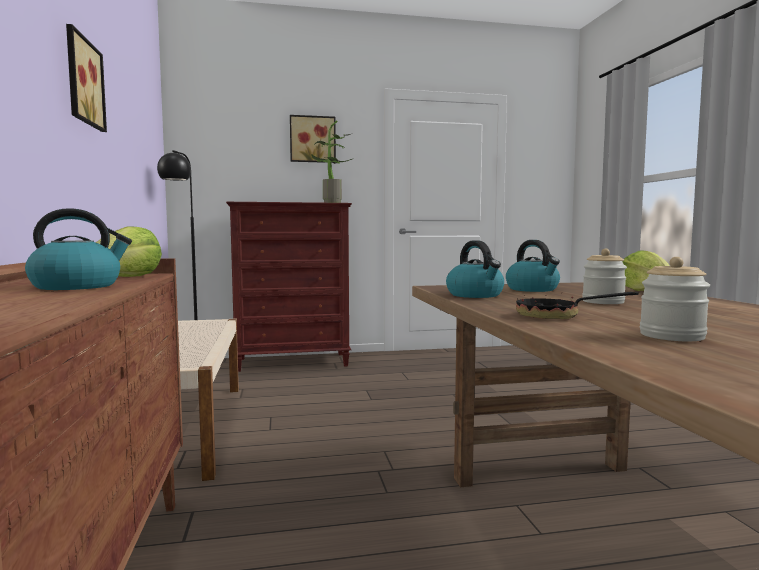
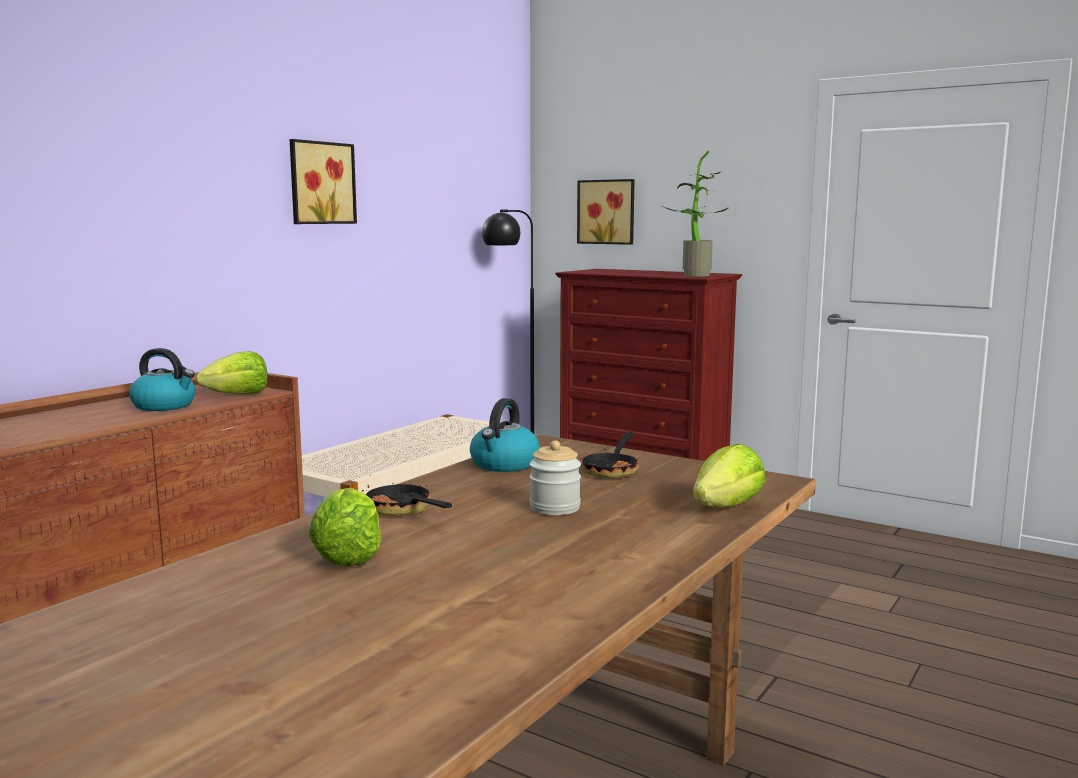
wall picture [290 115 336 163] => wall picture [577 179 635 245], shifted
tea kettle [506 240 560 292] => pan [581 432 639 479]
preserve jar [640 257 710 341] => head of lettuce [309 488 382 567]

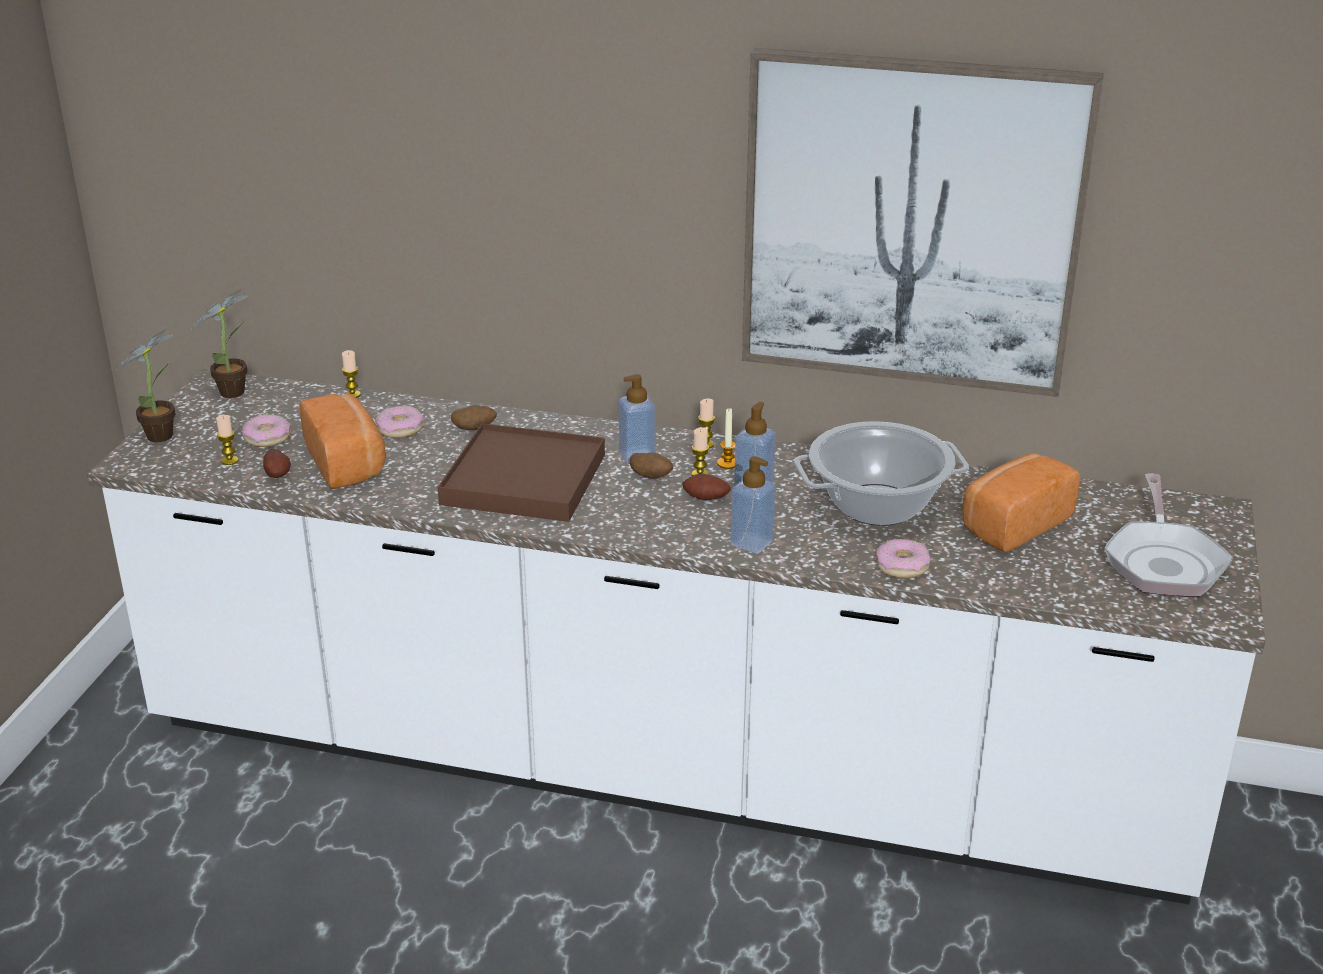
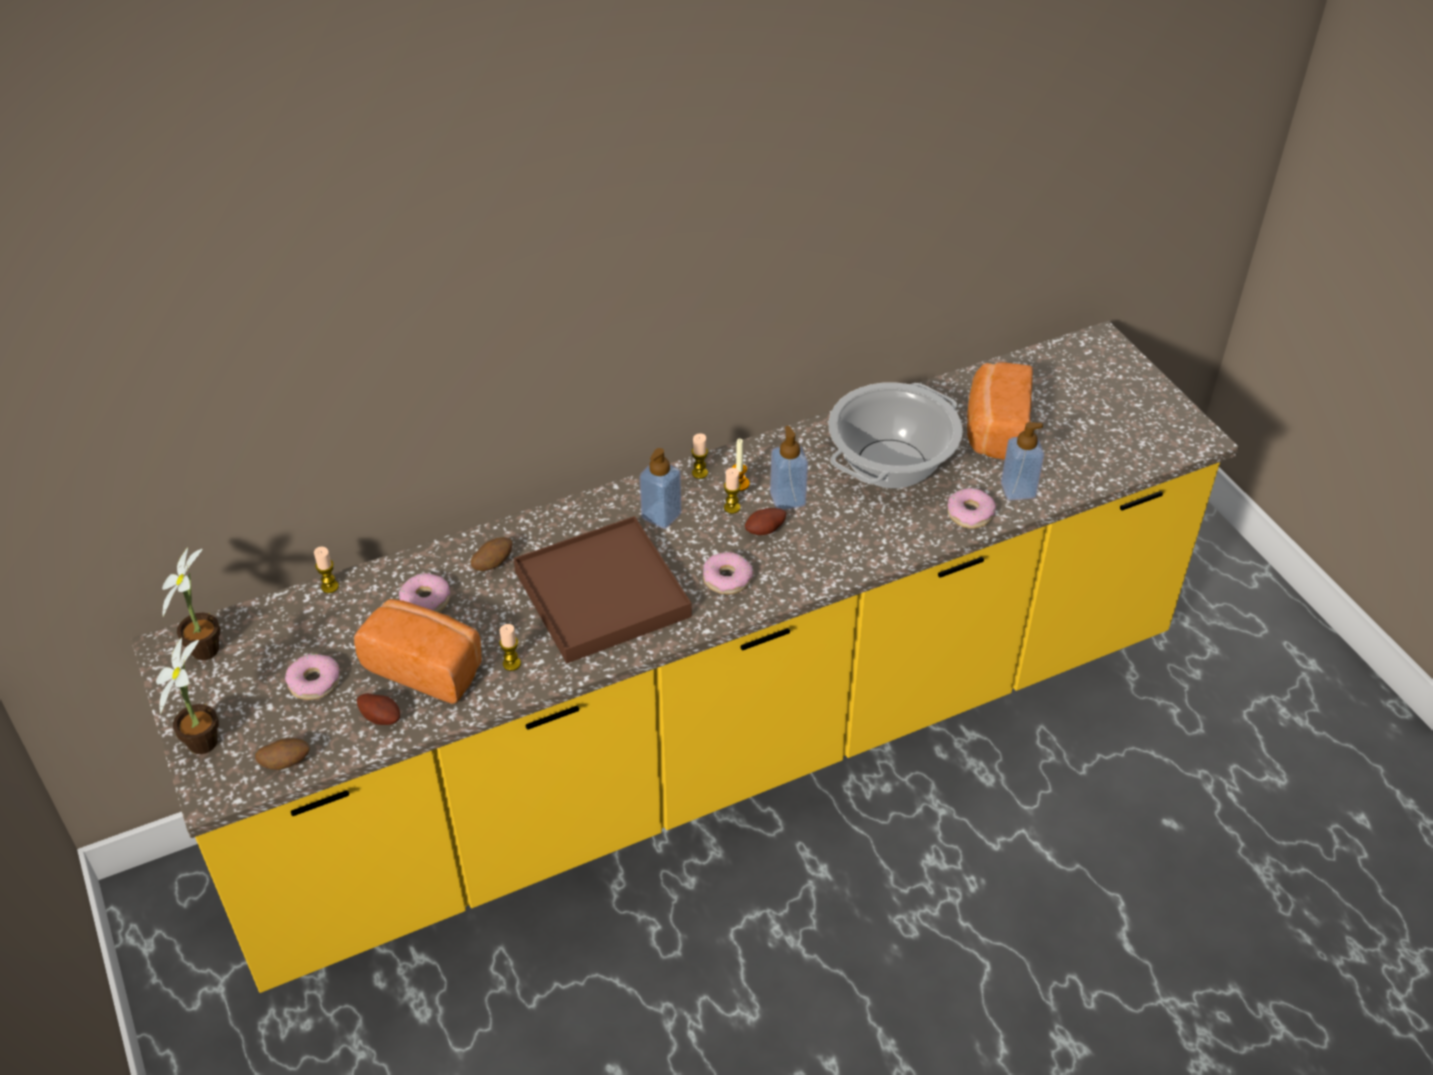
wall picture [742 48 1104 397] => nothing
whitish counter [87 369 1265 905] => yellow counter [131 321 1239 993]
wax candle [216 415 238 465] => wax candle [499 624 521 671], shifted
spud [630 452 673 479] => spud [255 738 310 770], shifted
liquid soap bottle [730 456 776 554] => liquid soap bottle [1001 422 1044 500], shifted
pan [1104 473 1233 596] => nothing
nothing => doughnut [703 552 753 595]

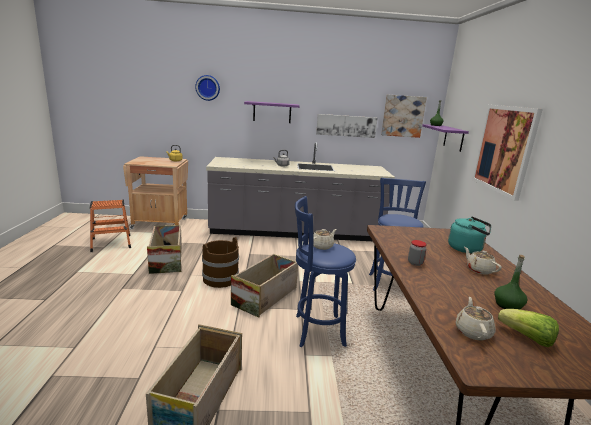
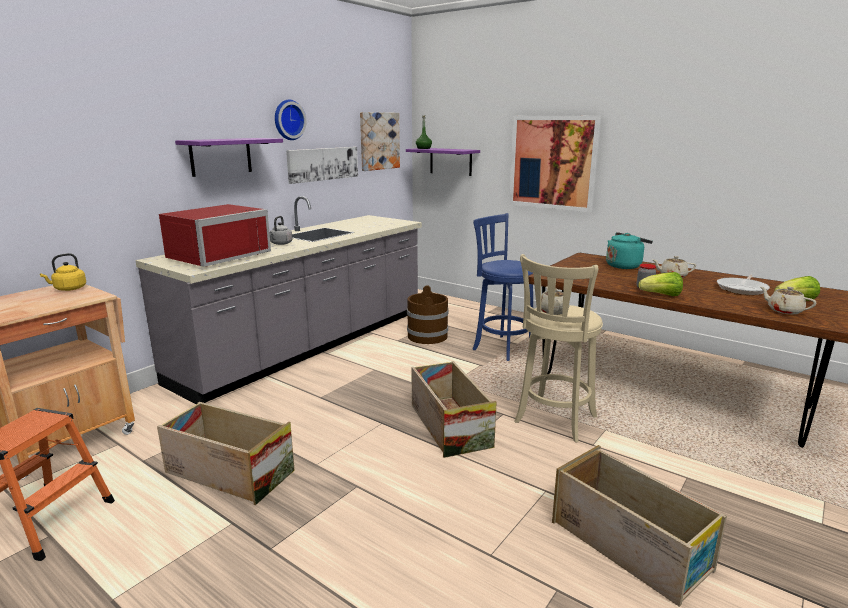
hanging clock [195 75 220 101] => hanging clock [275 100 307 140], shifted
blue sitting stool [295 196 356 347] => beige sitting stool [514 254 603 443]
brownish pail [202 237 239 288] => brownish pail [407 286 449 344], shifted
greenish bottle [494 255 527 310] => pan [717 275 770 295]
nothing => red-coloured kitchen microwave [159 204 271 267]
nothing => head of lettuce [638 272 683 296]

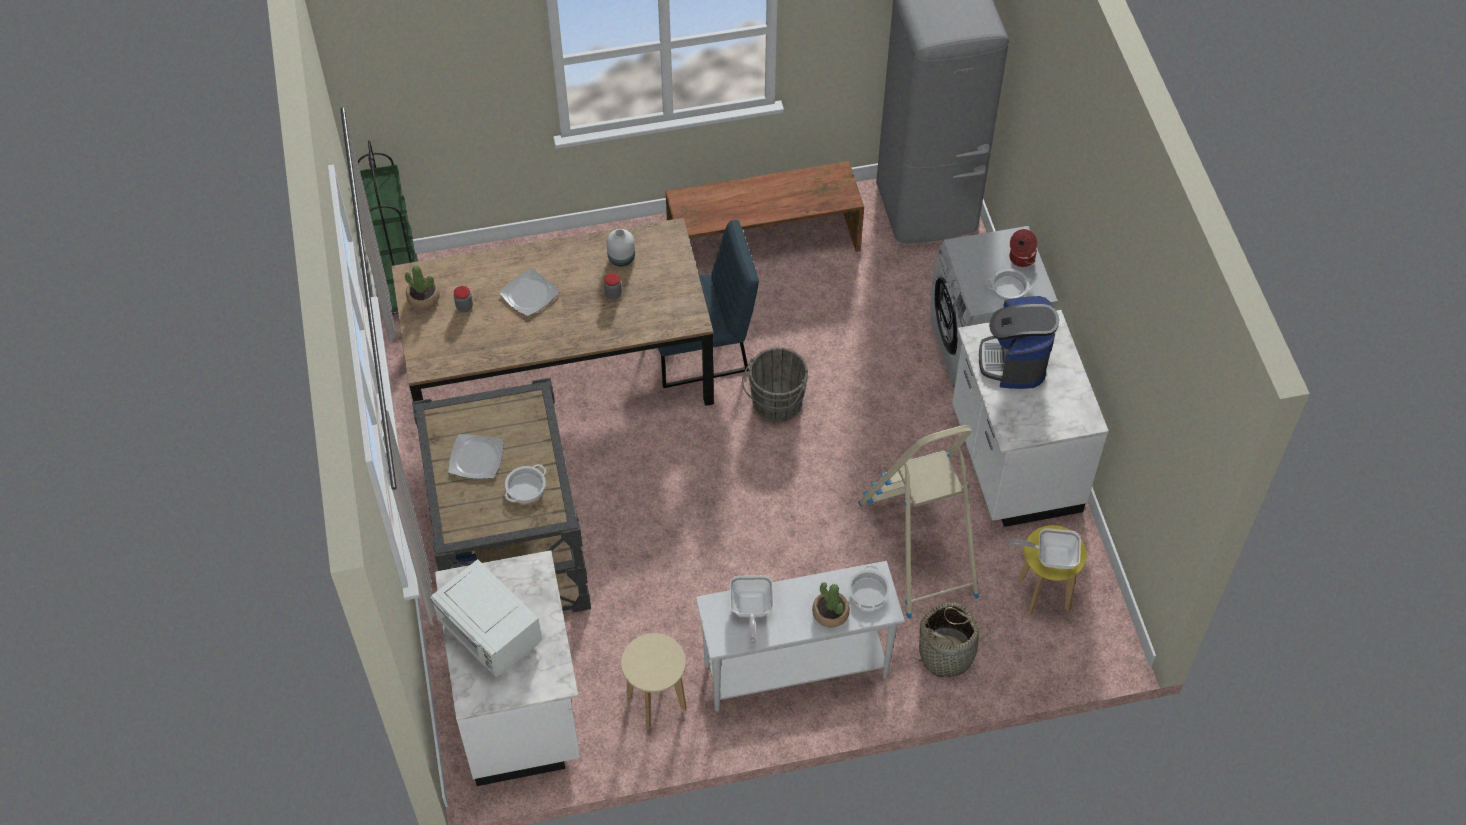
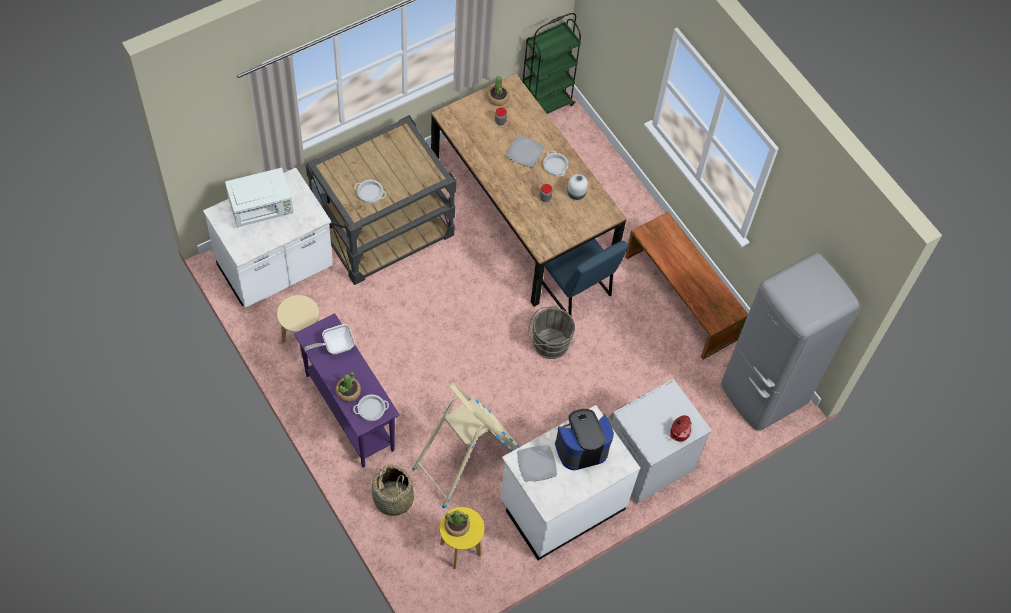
stockpot [986 269 1034 301] => stockpot [543 150 569 177], shifted
flat dish [448 434 504 479] => flat dish [517 445 557 481], shifted
pan [1008 528 1081 569] => potted plant [444 510 470 537]
whitish kitchen microwave [430 559 542 677] => whitish kitchen microwave [225 168 294 228], 135 degrees counterclockwise
whitish narrow table [696 561 905 711] => purplish narrow table [294 313 400 468]

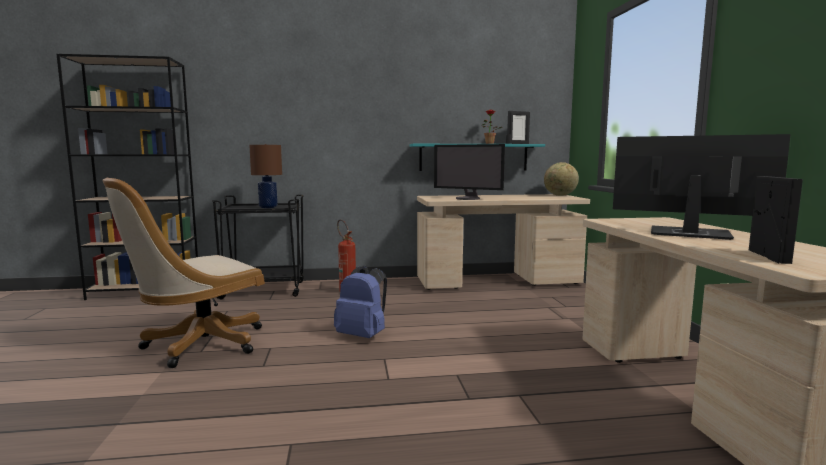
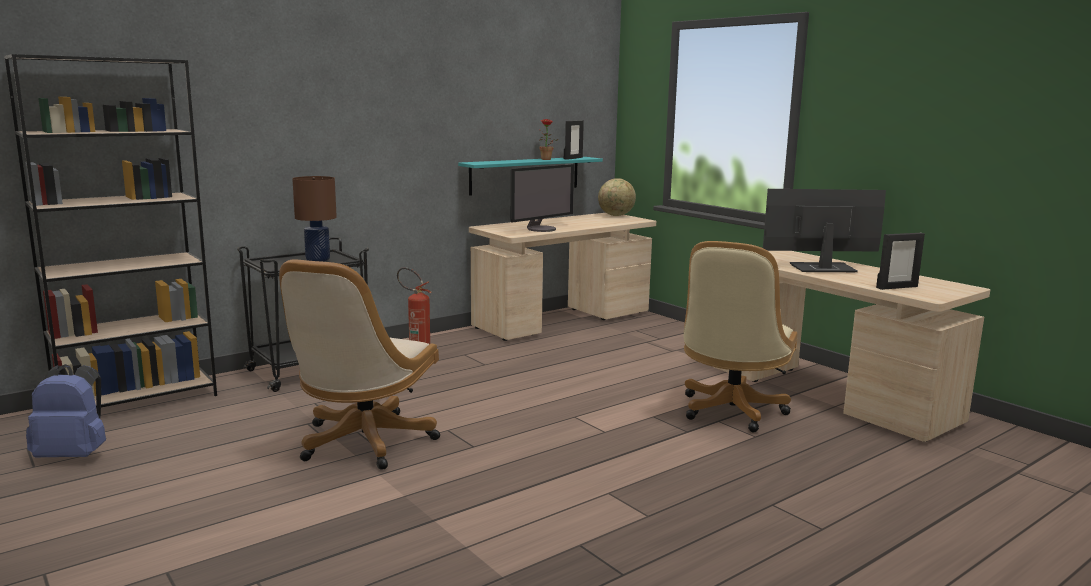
monitor [434 144 505 200] => monitor [511 164 574 232], 45 degrees counterclockwise
standing frame [749 176 803 264] => standing frame [876 233 925 290], 90 degrees clockwise
blue rucksack [334 265 387 338] => blue rucksack [26 364 106 458], shifted
nothing => beige desk chair [683 241 798 433]

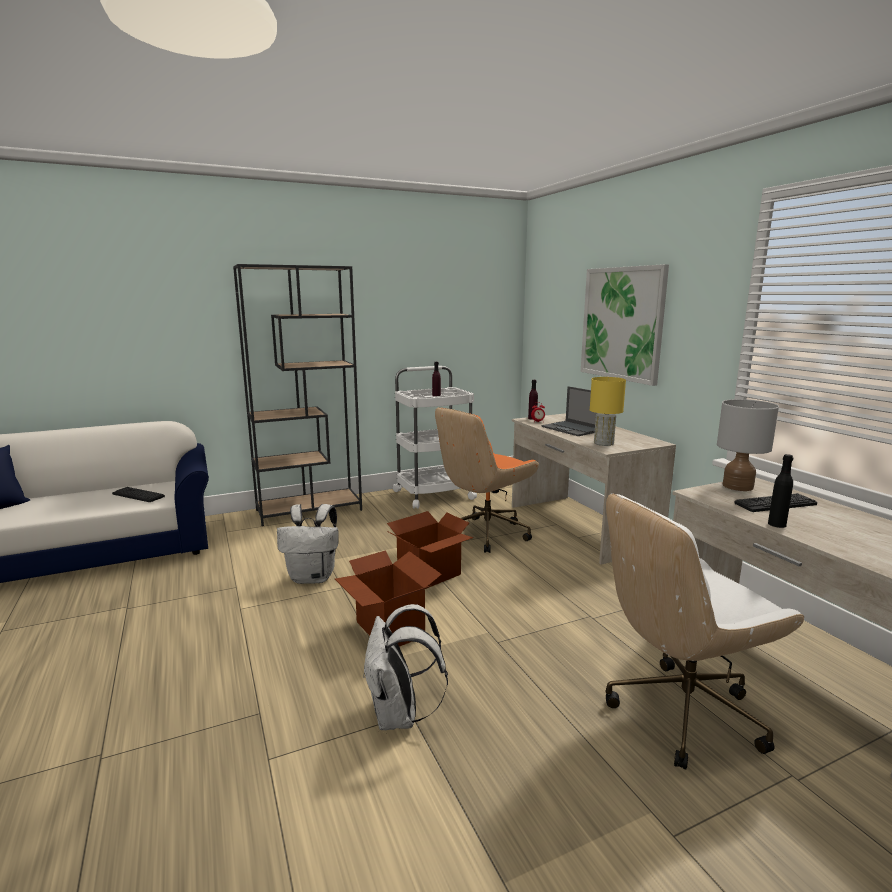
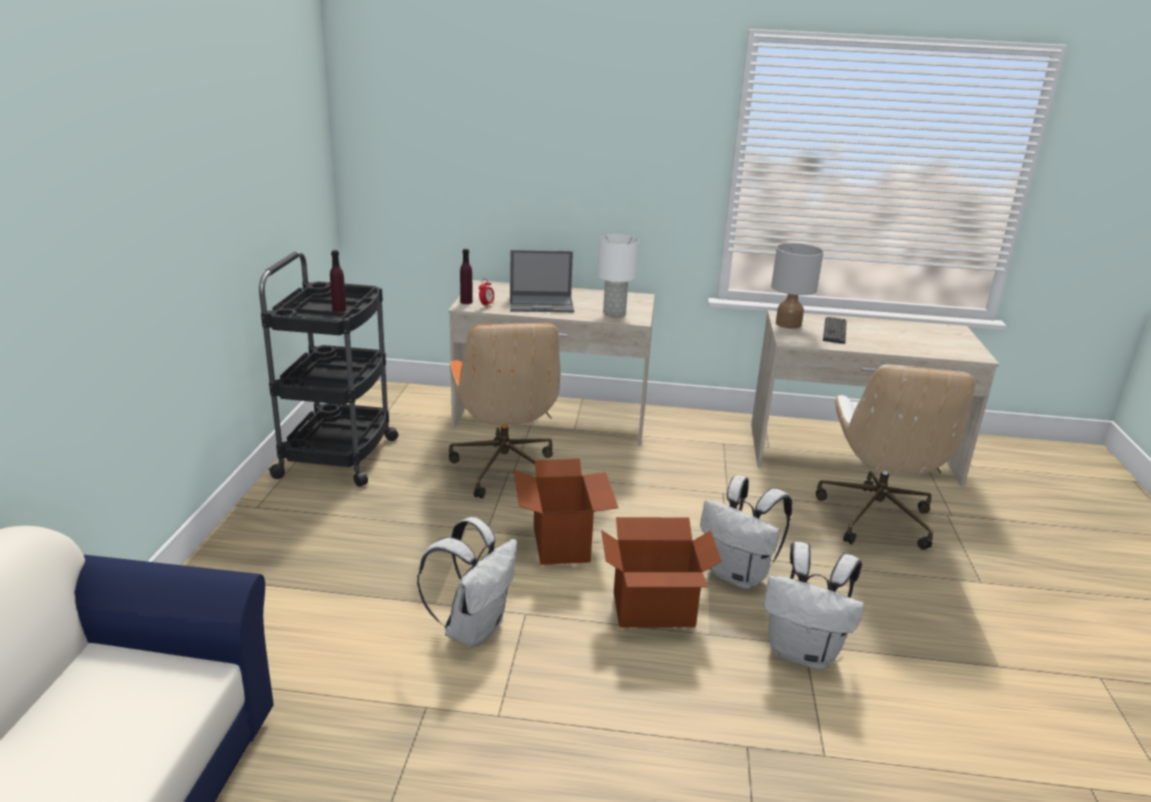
bookshelf [233 264 362 526] => nothing
wall picture [581 264 669 386] => nothing
whitish trolley [393 366 477 509] => black-coloured trolley [259 252 399 487]
yellow lamp for a table [590 377 626 446] => whitish lamp for a table [598 234 639 317]
black-coloured bottle [768 454 793 528] => nothing
computer keyboard [112 487 165 502] => nothing
nothing => whitish rucksack [700 475 792 589]

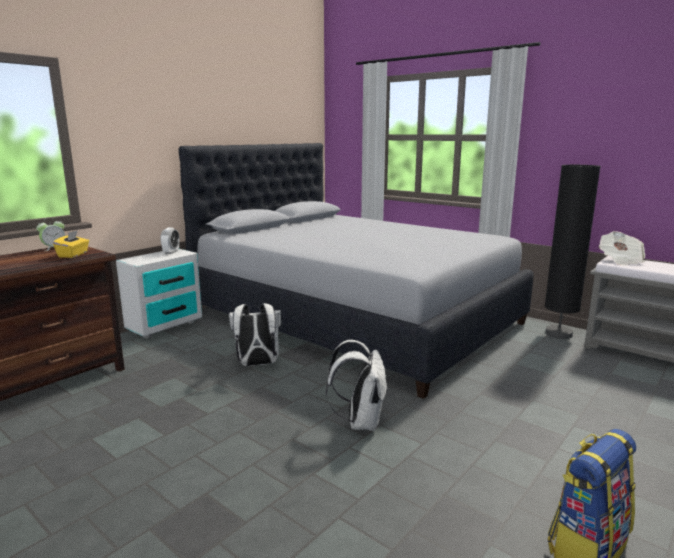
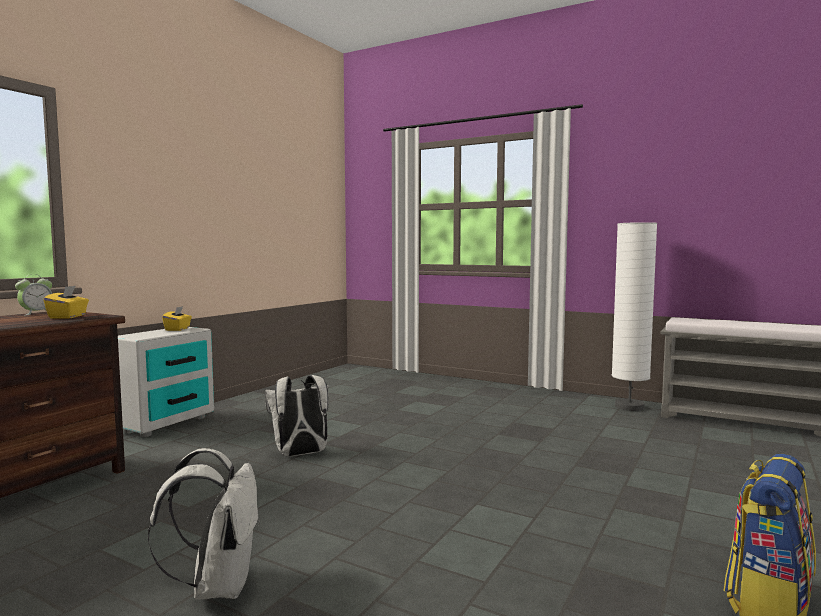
grey sleeping bed [179 143 533 399] => nothing
black-coloured standing lamp [545 165 601 339] => whitish standing lamp [612 222 657 411]
bedside clock [160 227 180 254] => yellow box of tissues [162 306 192 331]
newspaper [599 231 645 266] => nothing
whitish rucksack [326 340 388 431] => whitish rucksack [148 448 260 599], shifted

